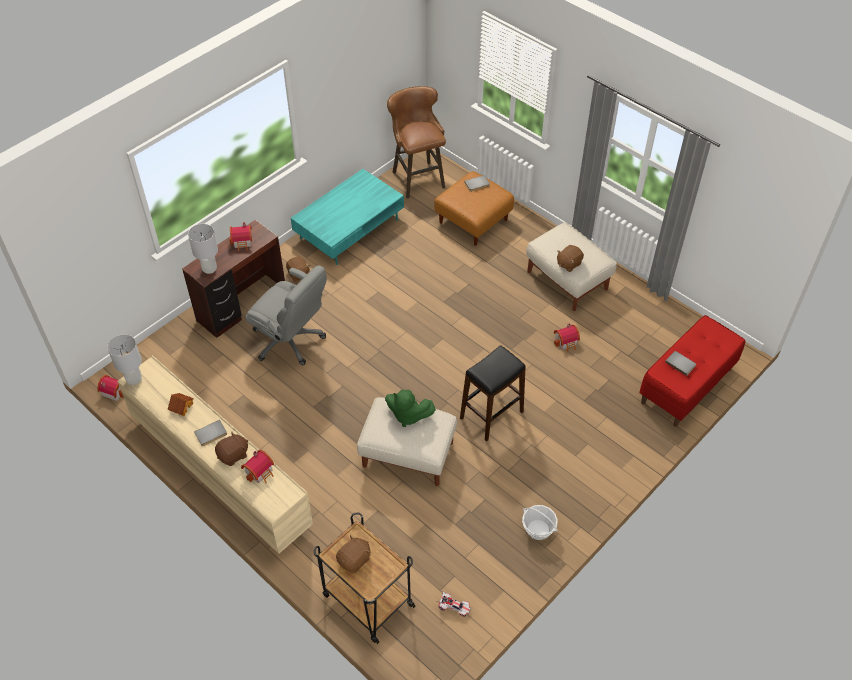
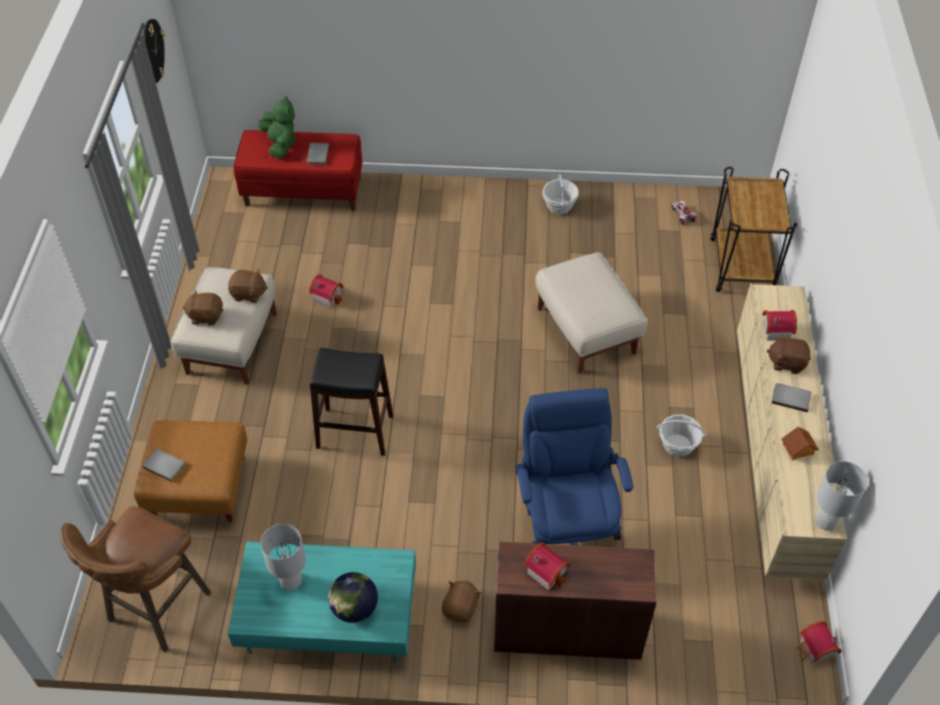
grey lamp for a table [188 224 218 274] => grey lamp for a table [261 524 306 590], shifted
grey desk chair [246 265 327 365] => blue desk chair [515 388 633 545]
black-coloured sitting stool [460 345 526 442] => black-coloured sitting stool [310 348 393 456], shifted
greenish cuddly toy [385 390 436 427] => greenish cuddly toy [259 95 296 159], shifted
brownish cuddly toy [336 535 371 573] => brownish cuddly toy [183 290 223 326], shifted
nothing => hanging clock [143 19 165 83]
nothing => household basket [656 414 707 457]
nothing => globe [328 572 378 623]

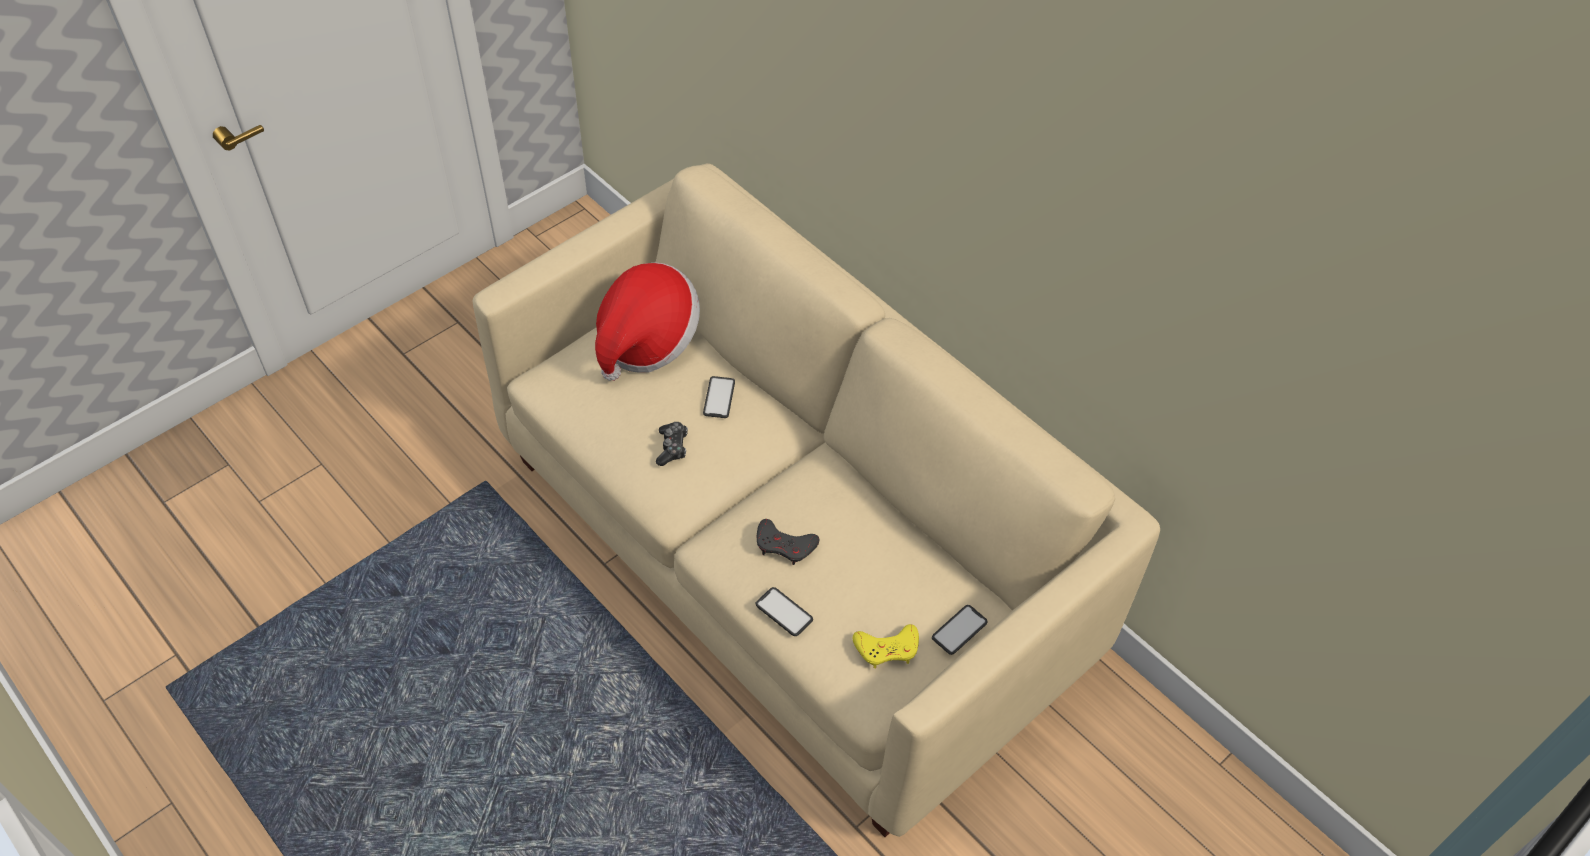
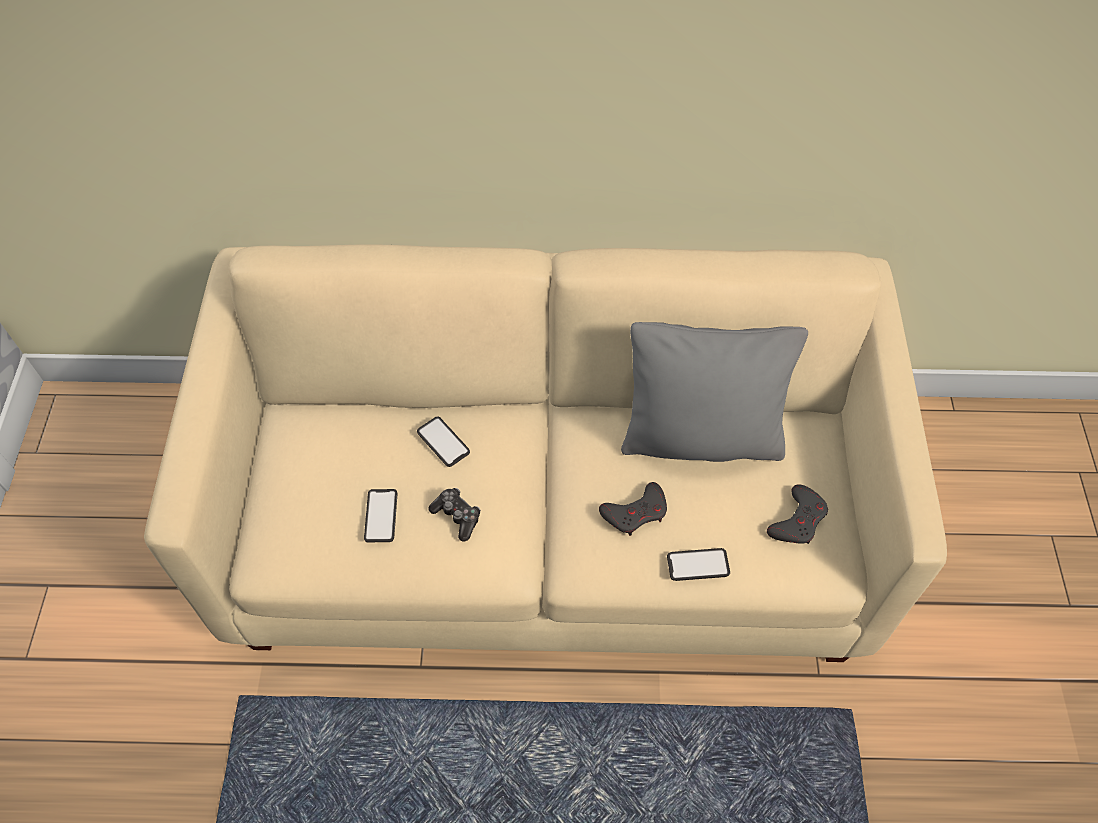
clothing hat [595 262 700 381] => nothing
telephone [932 605 988 655] => telephone [364 489 397 542], shifted
yellow game controller [853 624 919 668] => grey game controller [767 484 828 544]
nothing => grey throw pillow [621 322 808 462]

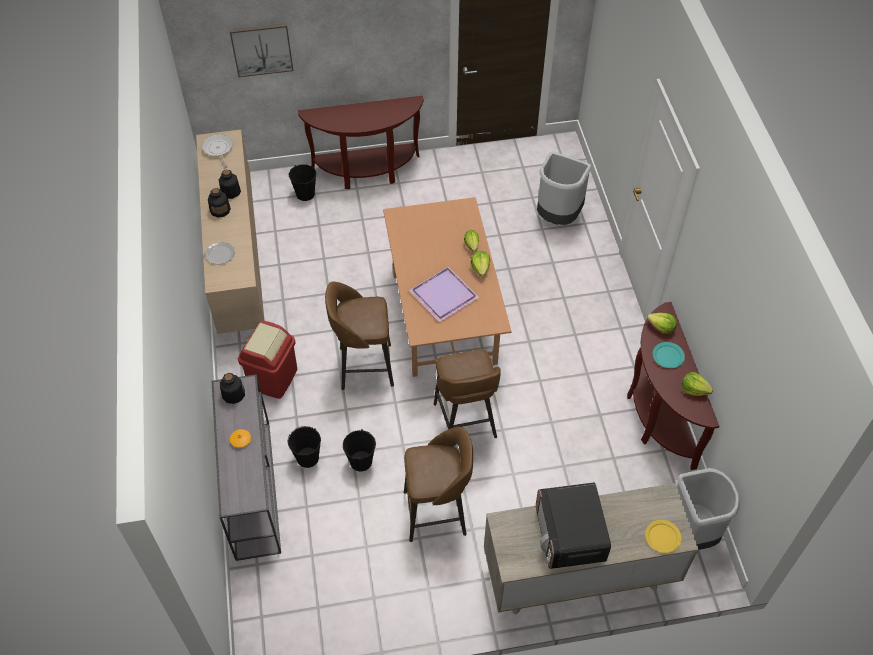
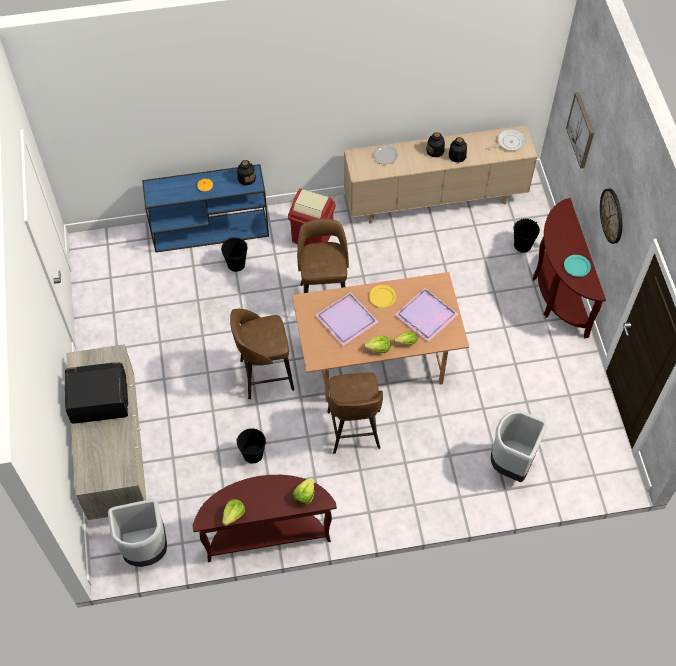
blue-green flat dish [653 342 685 368] => blue-green flat dish [564 255 591 277], shifted
grey narrow table [212 374 281 561] => blue narrow table [142 164 269 253]
brownish sitting stool [404 427 473 542] => brownish sitting stool [327 372 383 454], shifted
black-coloured pail [343 429 376 472] => black-coloured pail [236 428 266 464], shifted
yellow flat dish [645 520 681 553] => yellow flat dish [369 285 396 308], shifted
nothing => hanging clock [600 188 622 244]
nothing => purplish serving tray [395 288 458 342]

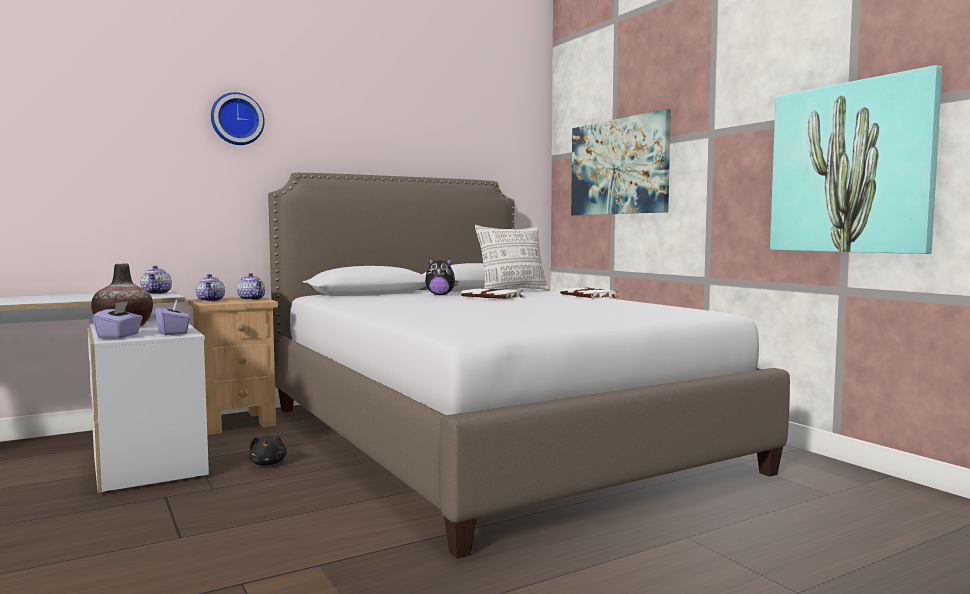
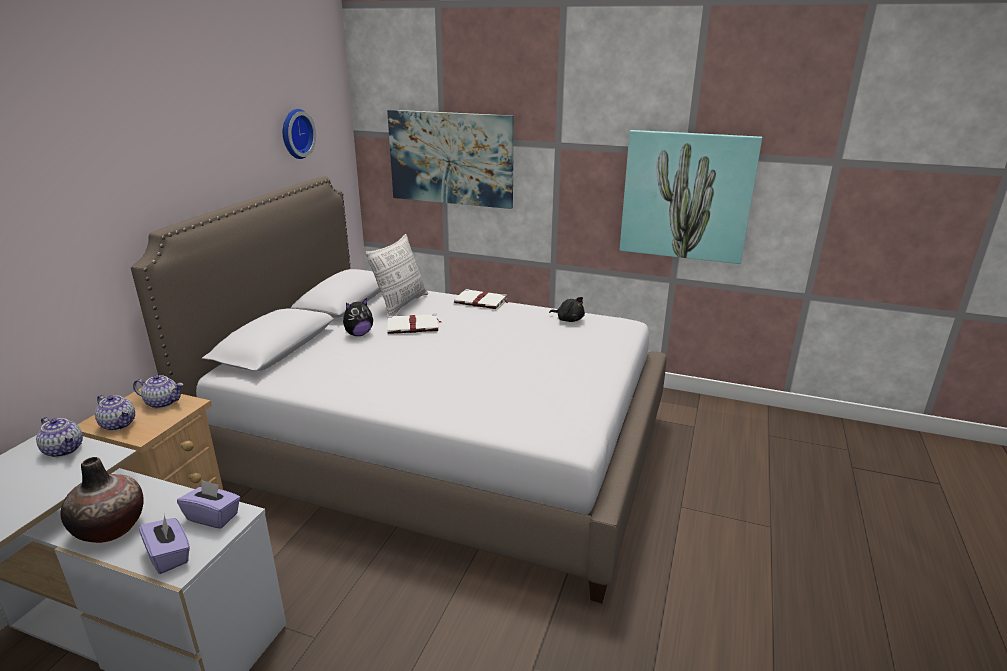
hanging clock [211 92 265 145] => hanging clock [283 109 316 159], shifted
black-coloured cuddly toy [249 435 287 466] => black-coloured cuddly toy [549 297 585 322], shifted

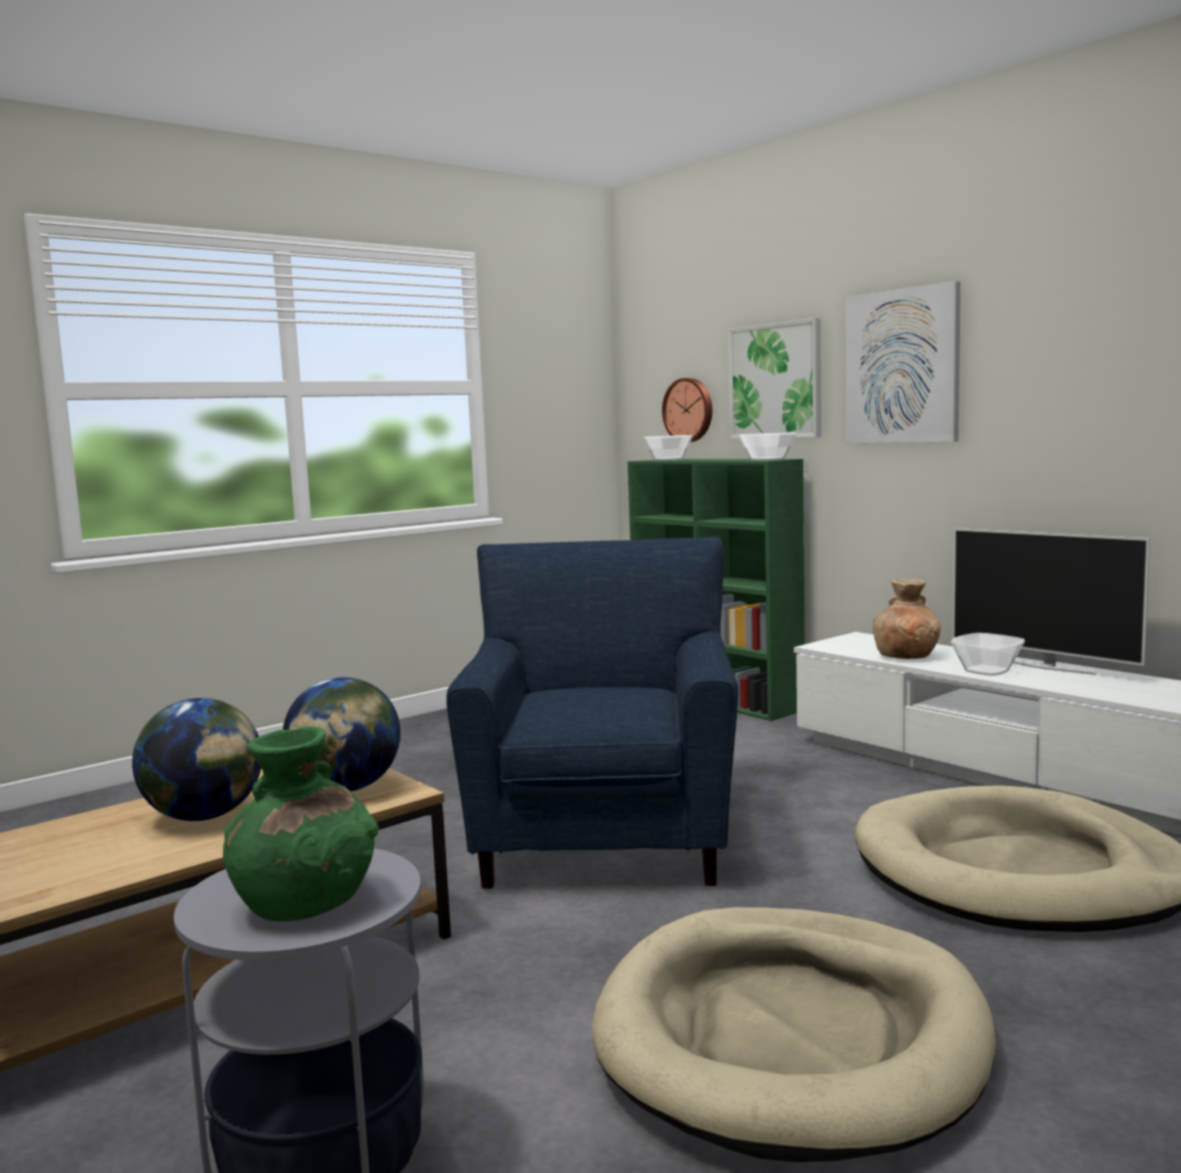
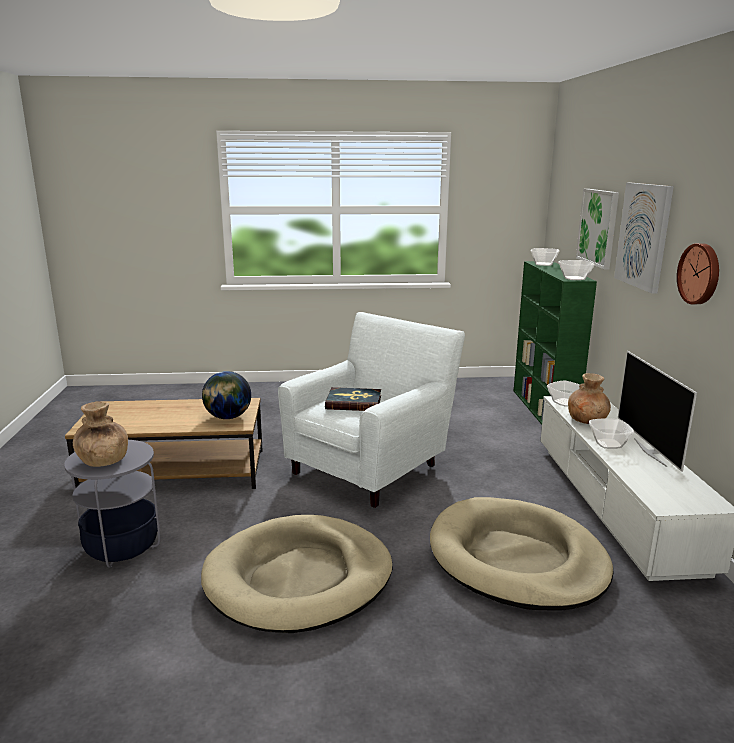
hanging clock [662 378 712 442] => hanging clock [677 243 719 304], shifted
blue lounge chair [446 537 738 889] => whitish lounge chair [278 312 465 508]
globe [132 698 261 821] => nothing
greenish vase [223 726 379 921] => brownish vase [73 401 128 467]
nothing => deep dish [547 381 580 407]
nothing => volume [325 387 381 411]

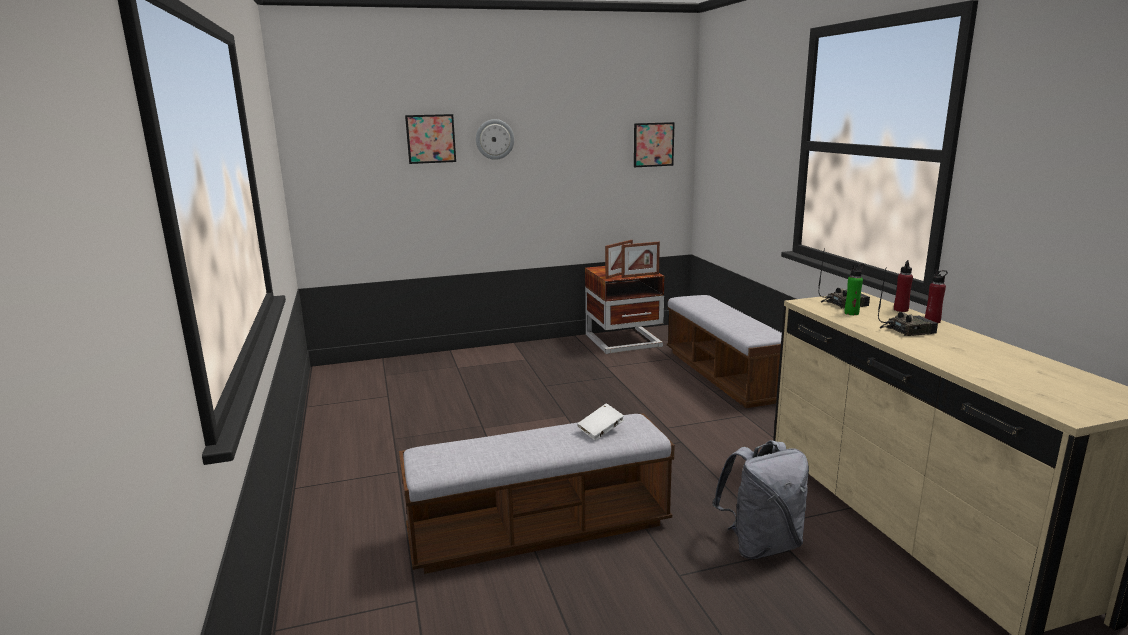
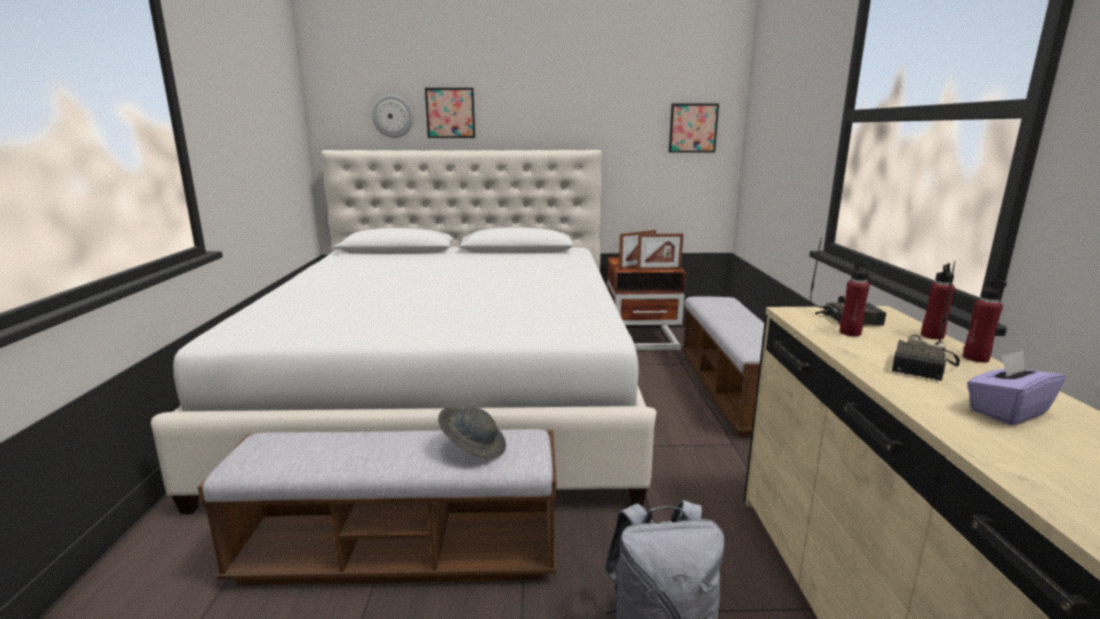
hanging clock [476 119 514 160] => hanging clock [372 95 413 138], shifted
greenish bottle [844 263 865 315] => red-coloured bottle [840 262 874 336]
radio receiver [878 269 938 336] => radio receiver [892 261 960 381], 120 degrees clockwise
whitish volume [577 404 624 440] => grey clothing hat [438 407 506 458]
nothing => whitish sleeping bed [151 150 656 514]
nothing => purplish box of tissues [967 350 1065 425]

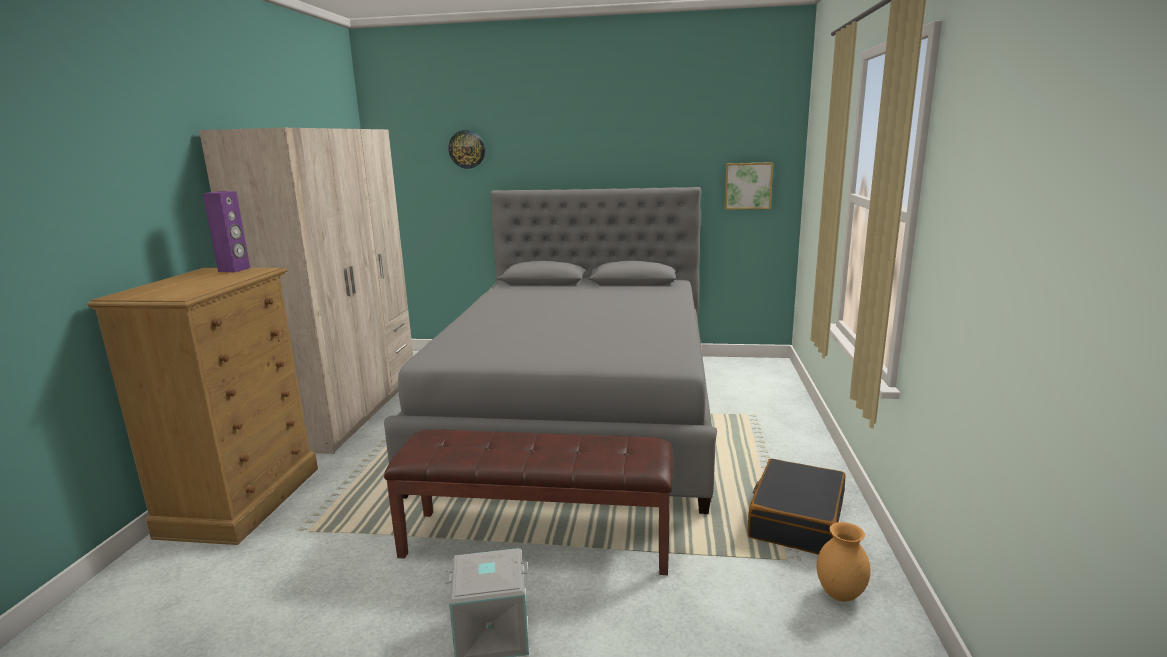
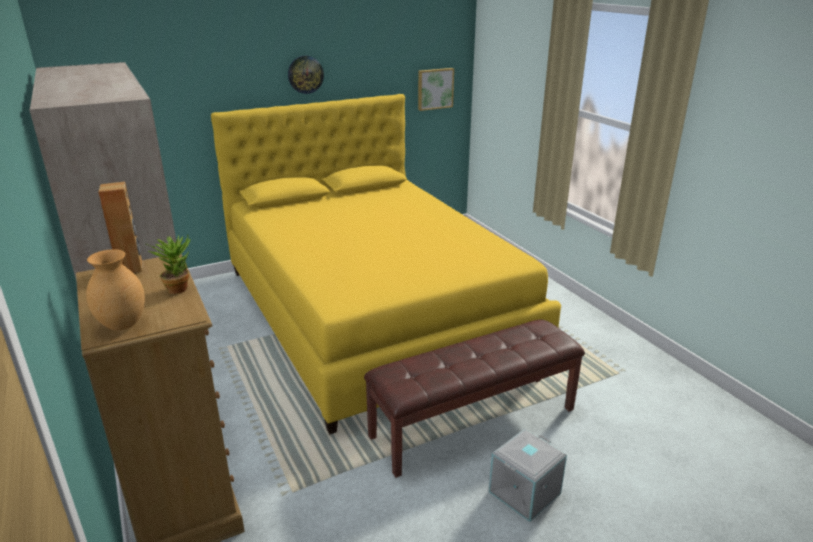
hanging clock [449 130 485 169] => hanging clock [288 56 324 94], shifted
grey sleeping bed [384 187 717 514] => yellow sleeping bed [211 94 561 434]
purplish speaker [203 191 250 272] => brownish speaker [98 182 142 273]
black-coloured piece of luggage [748 458 845 555] => nothing
brownish vase [817 522 871 602] => brownish vase [86 249 145 330], shifted
nothing => potted plant [146 235 190 294]

